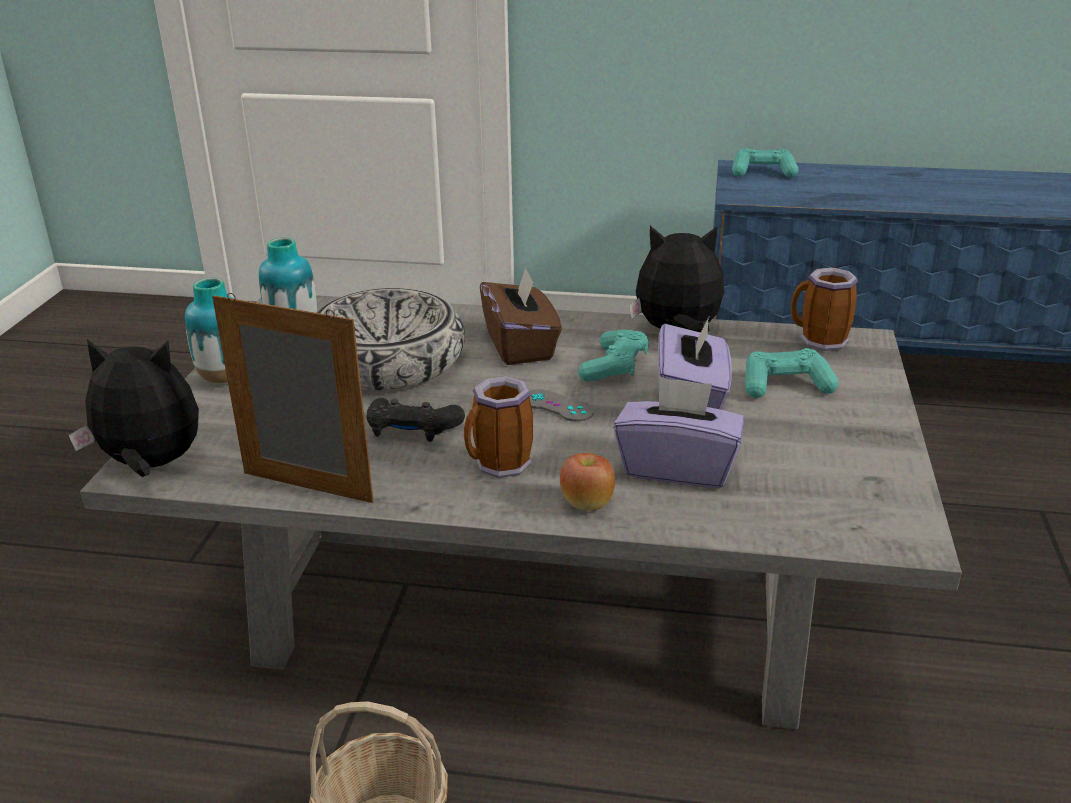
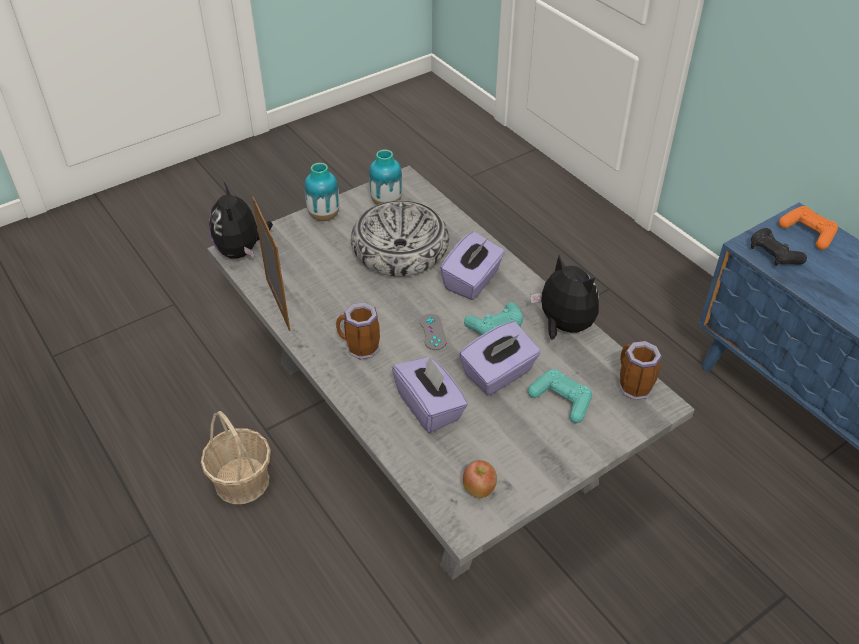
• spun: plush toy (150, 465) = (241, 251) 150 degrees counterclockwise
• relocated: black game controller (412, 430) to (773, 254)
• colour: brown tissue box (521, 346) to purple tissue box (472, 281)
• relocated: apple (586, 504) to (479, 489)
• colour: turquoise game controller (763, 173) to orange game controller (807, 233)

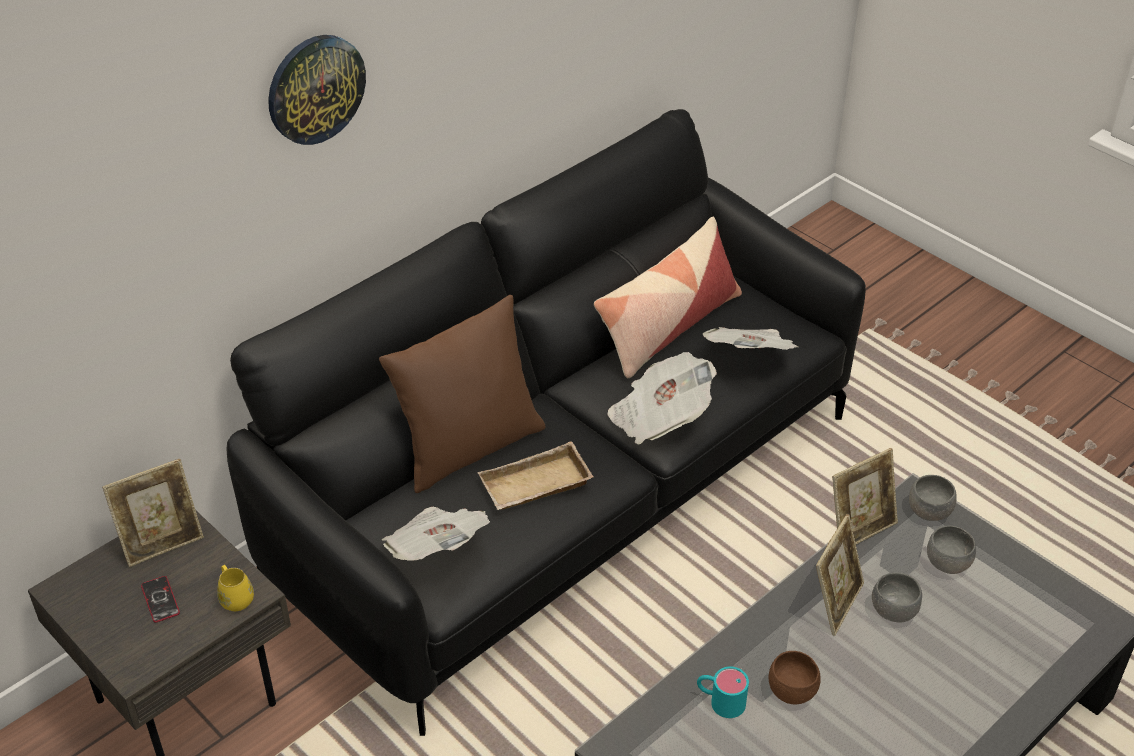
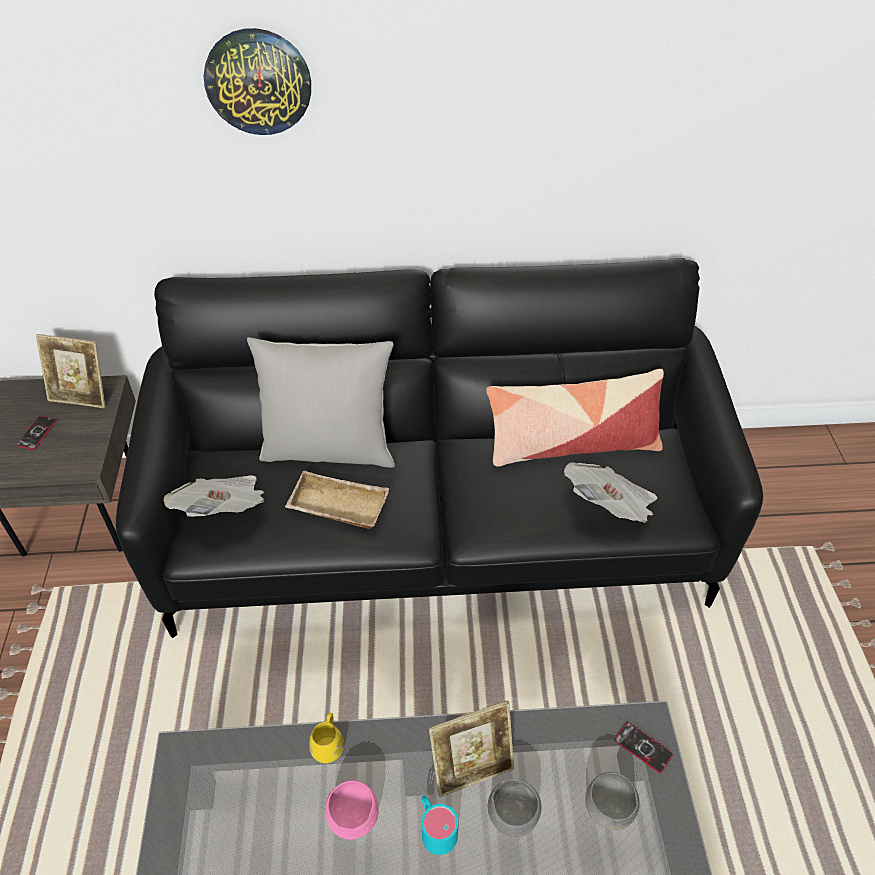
• relocated: yellow mug (235, 597) to (328, 744)
• colour: brown pillow (469, 448) to grey pillow (329, 449)
• missing: newspaper (659, 417)
• relocated: turquoise mug (720, 701) to (435, 828)
• colour: brown bowl (792, 691) to pink bowl (353, 818)
• missing: picture frame (860, 528)
• exchanged: grey bowl (929, 512) to phone (643, 747)

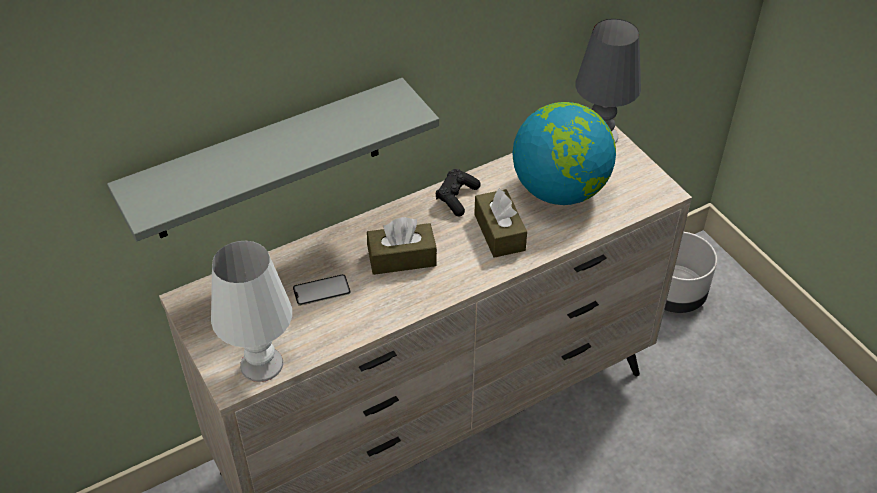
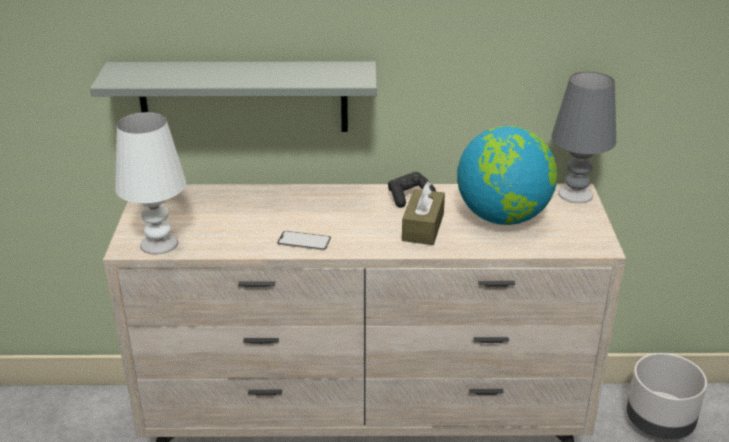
• relocated: phone (321, 290) to (304, 241)
• missing: brown tissue box (402, 258)

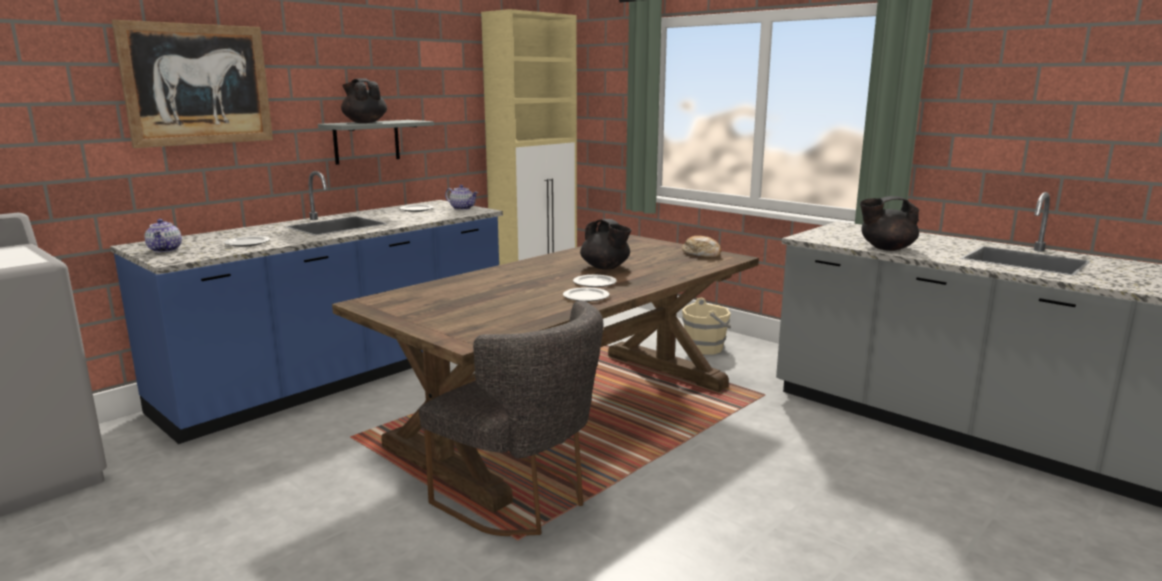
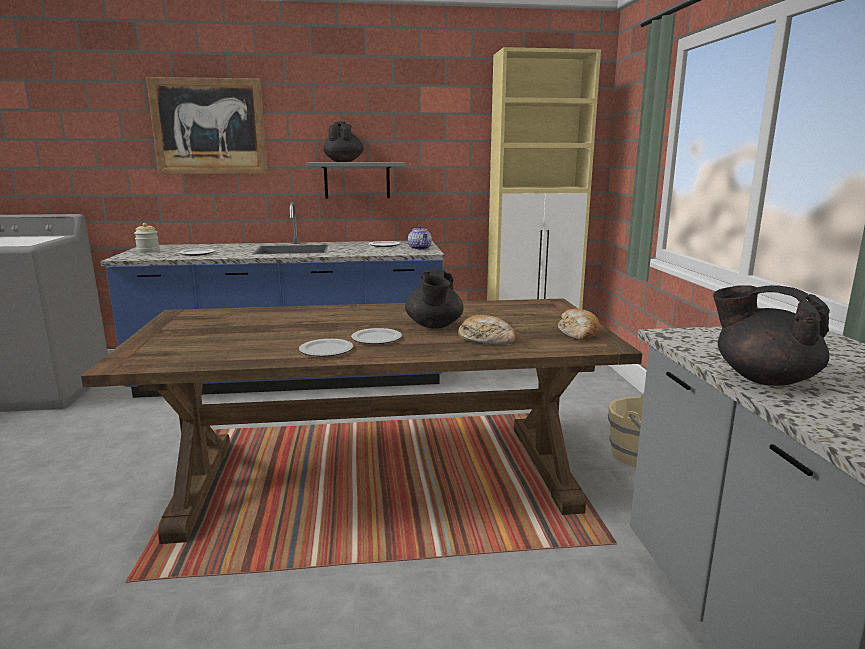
• exchanged: teapot (165, 250) to jar (148, 251)
• missing: grey chair (521, 500)
• appeared: bread (486, 340)

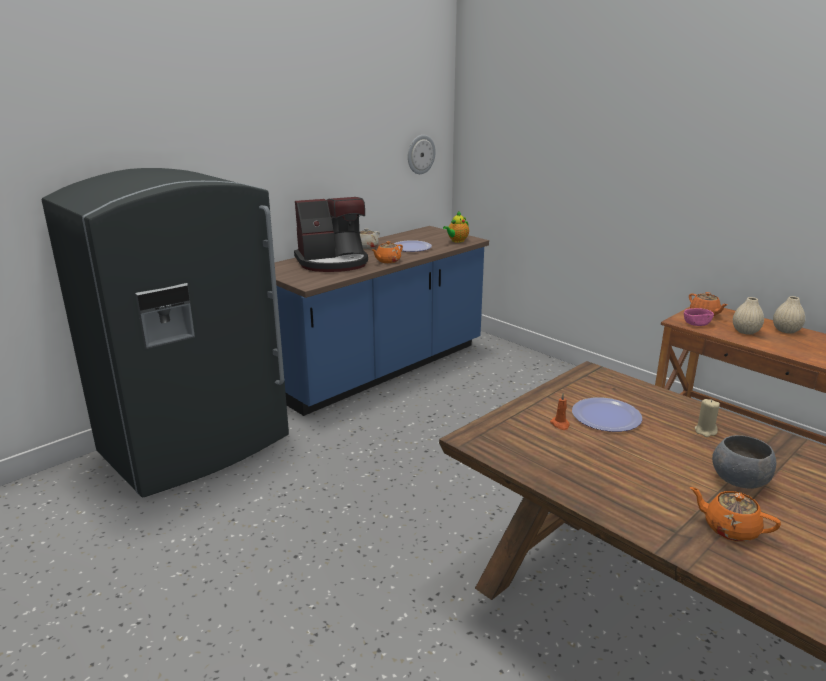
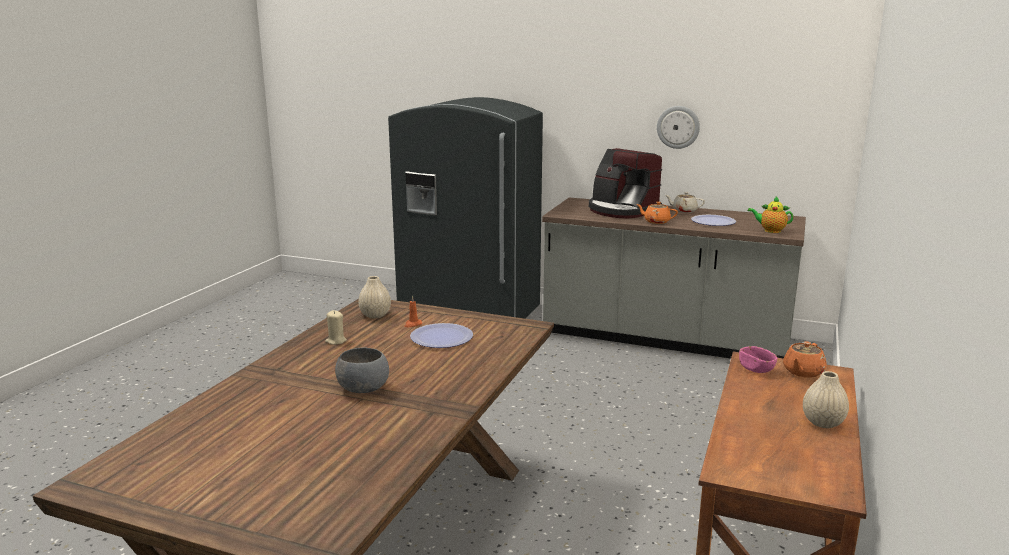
• colour: blue counter (379, 368) to grey counter (665, 338)
• relocated: wall clock (420, 154) to (678, 127)
• missing: orange teapot (729, 529)
• relocated: beige candle (705, 431) to (336, 341)
• relocated: beige vase (745, 331) to (375, 315)

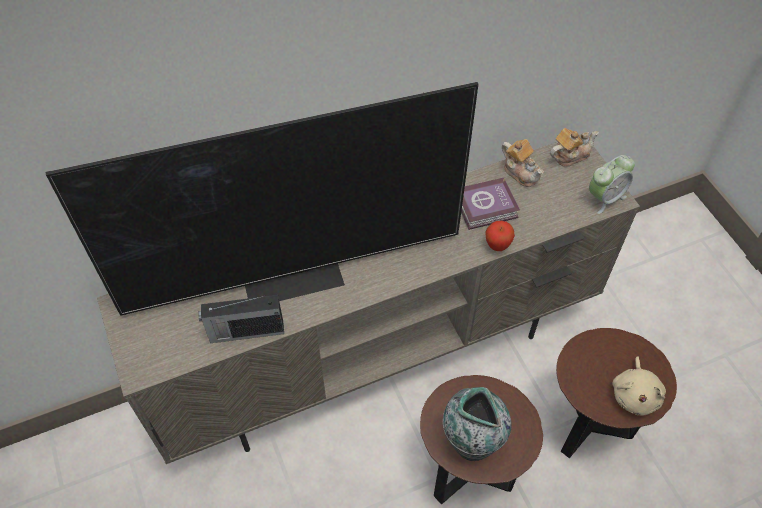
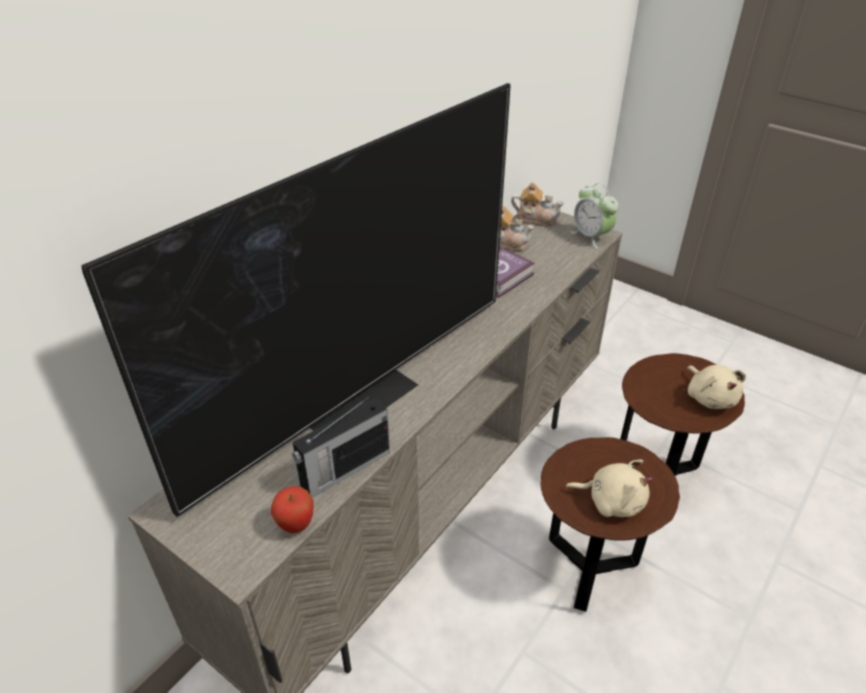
• exchanged: vase (471, 441) to beige plush toy (611, 501)
• relocated: apple (497, 246) to (296, 525)
• spun: teapot (569, 155) = (536, 218) 75 degrees clockwise
• spun: alarm clock (605, 198) = (591, 237) 120 degrees clockwise

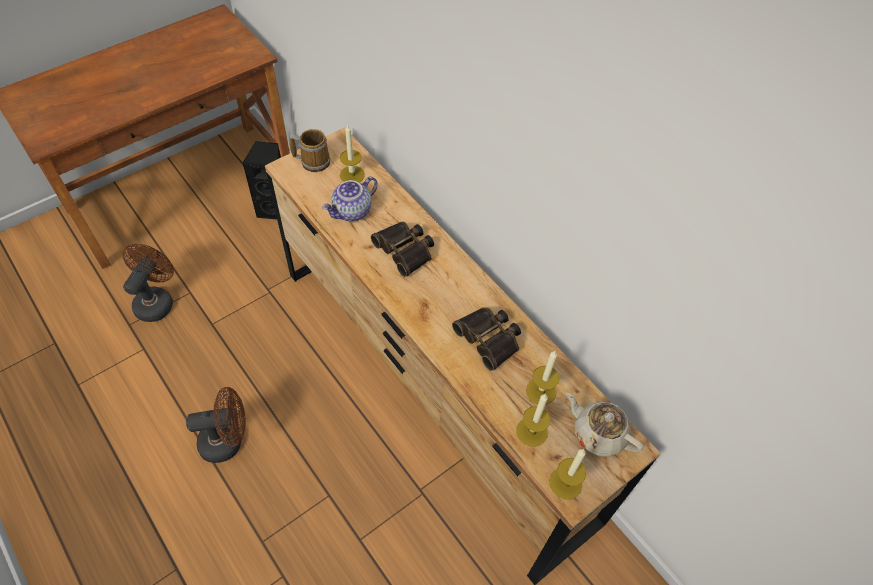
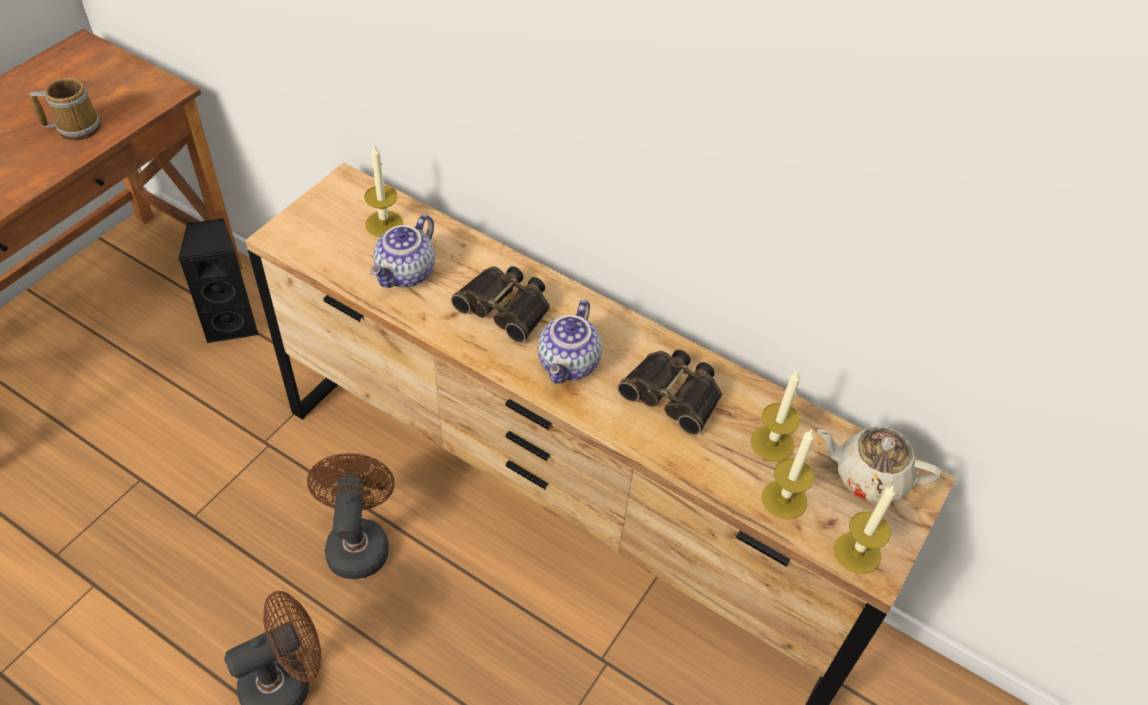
• relocated: brown fan (156, 301) to (358, 541)
• relocated: mug (313, 161) to (76, 127)
• appeared: teapot (570, 364)

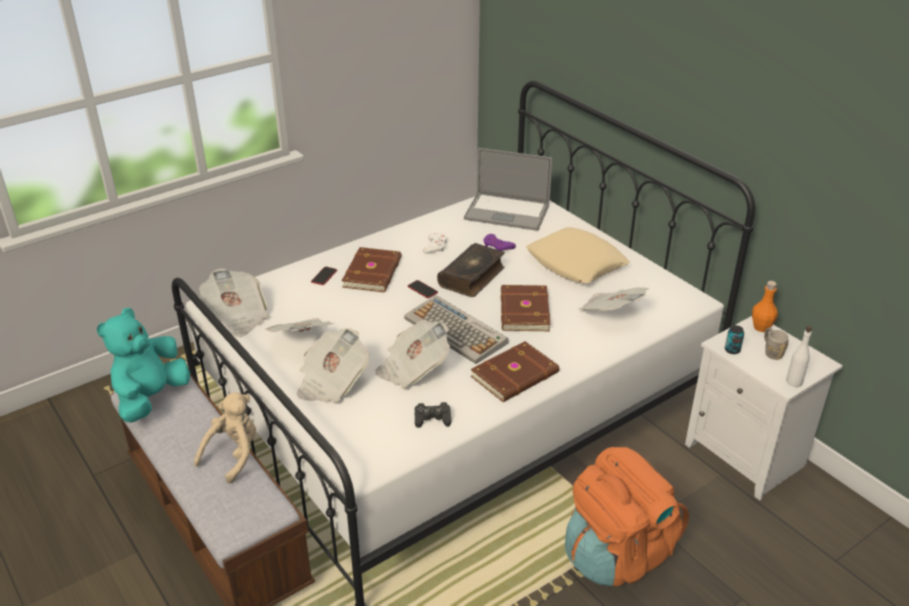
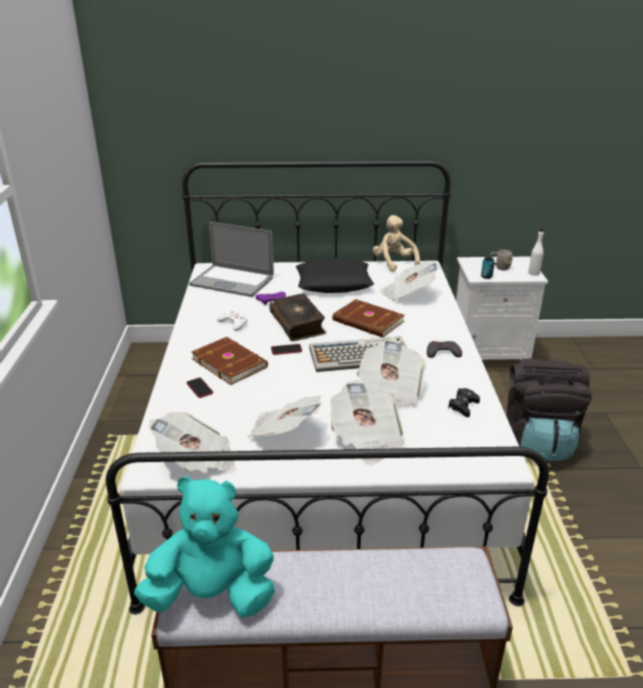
• spun: turquoise plush toy (151, 398) = (212, 595) 120 degrees clockwise
• relocated: beige plush toy (233, 455) to (394, 263)
• spun: laptop (506, 212) = (232, 281) 60 degrees clockwise
• exchanged: brown book (516, 375) to grey game controller (442, 352)
• colour: beige pillow (576, 263) to black pillow (334, 283)
• colour: orange backpack (617, 554) to black backpack (538, 441)
• missing: orange bottle (761, 327)

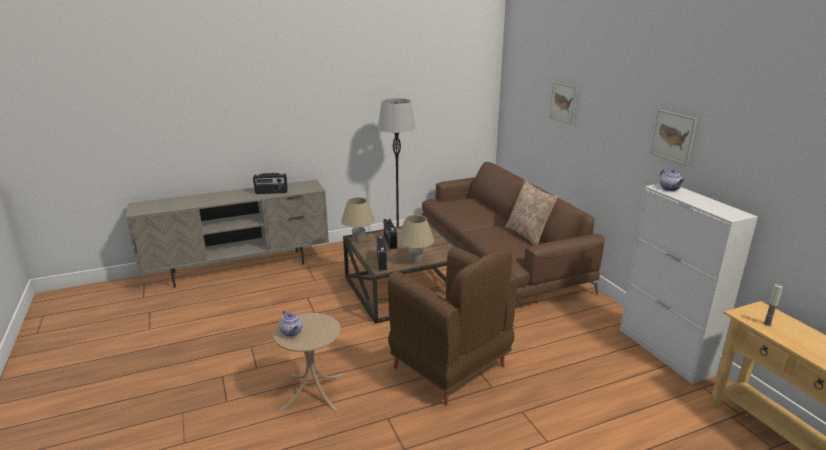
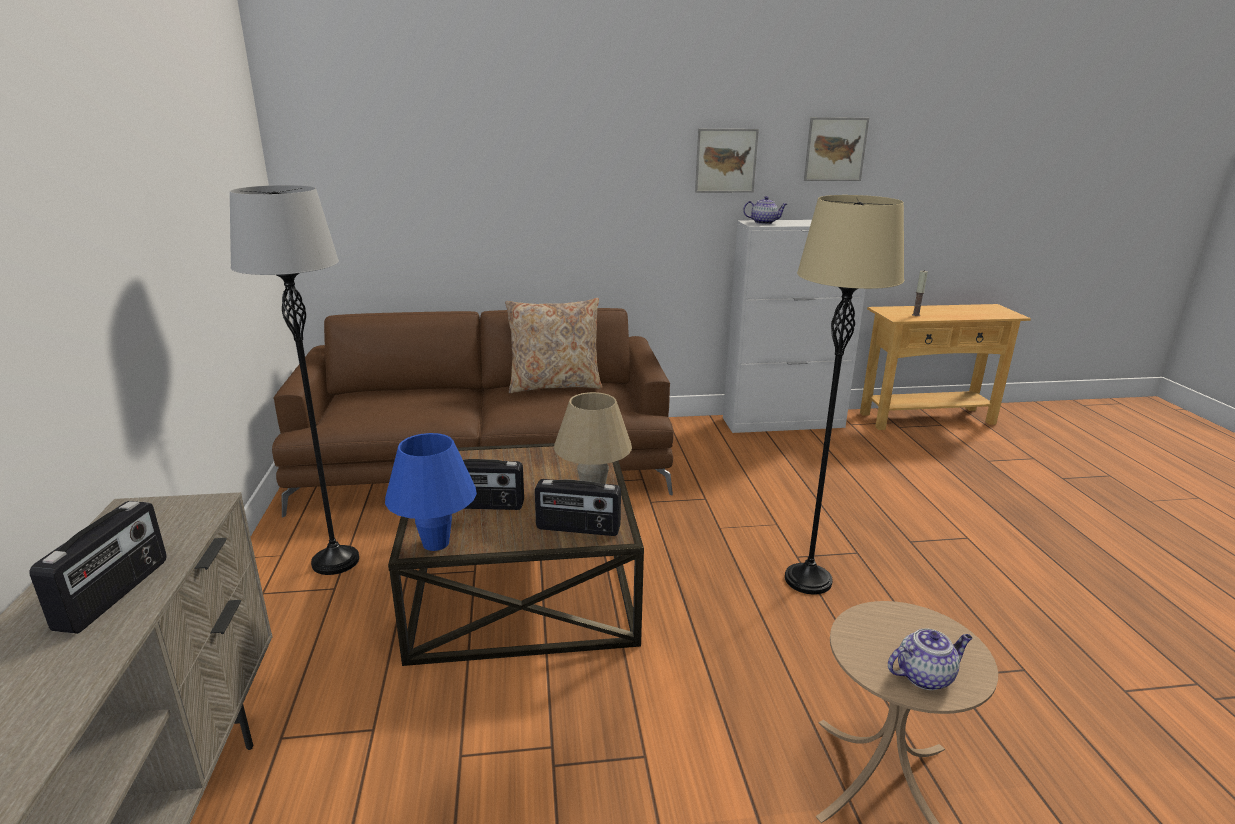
• colour: beige table lamp (358, 240) to blue table lamp (435, 543)
• exchanged: brown armchair (451, 368) to beige floor lamp (808, 580)
• relocated: picture (563, 102) to (835, 149)

